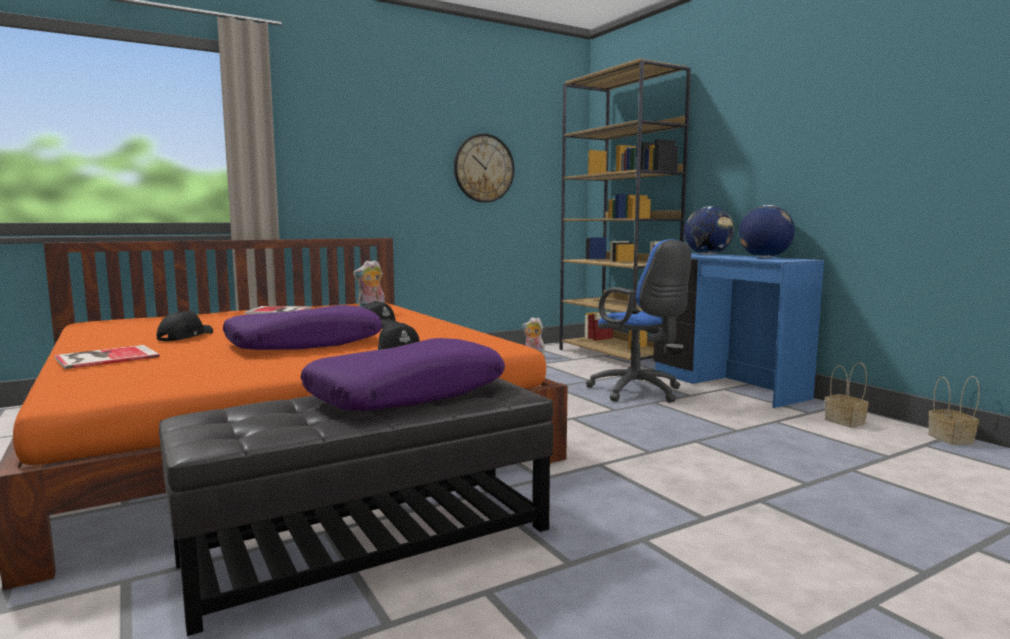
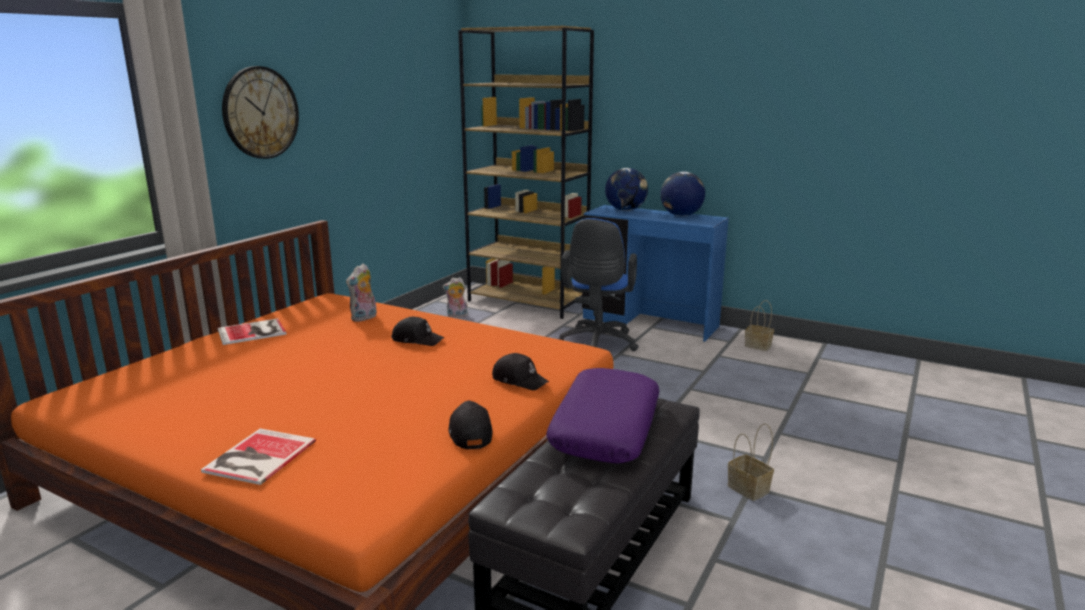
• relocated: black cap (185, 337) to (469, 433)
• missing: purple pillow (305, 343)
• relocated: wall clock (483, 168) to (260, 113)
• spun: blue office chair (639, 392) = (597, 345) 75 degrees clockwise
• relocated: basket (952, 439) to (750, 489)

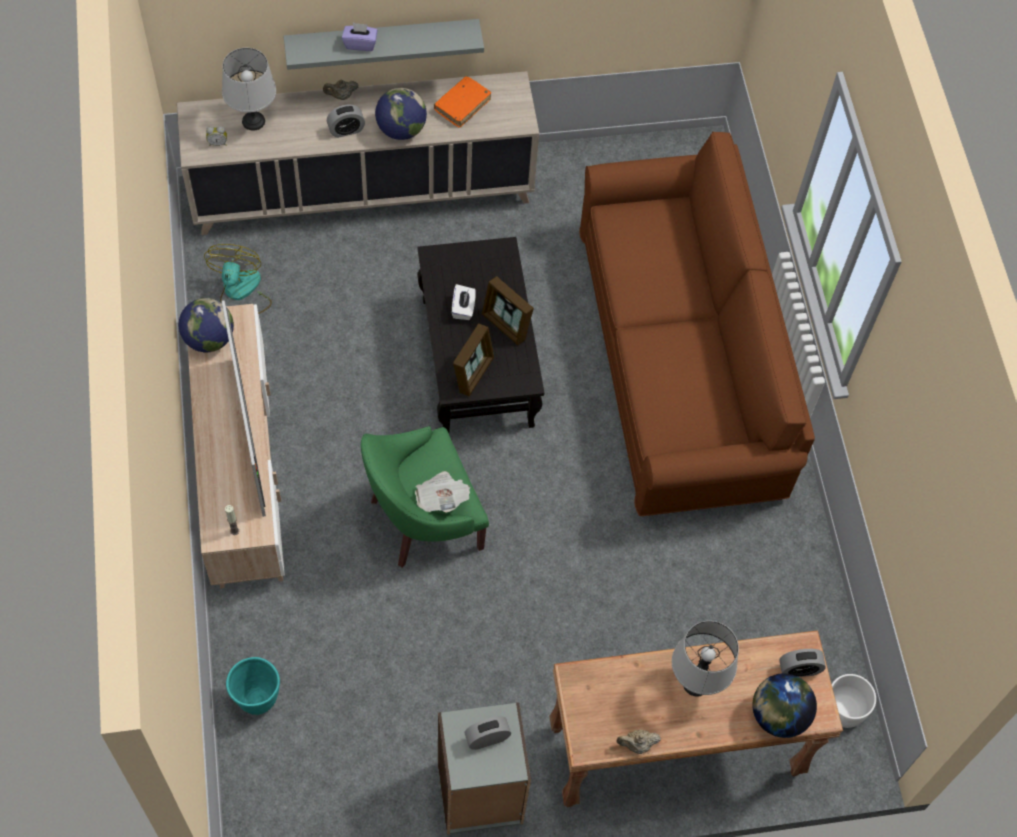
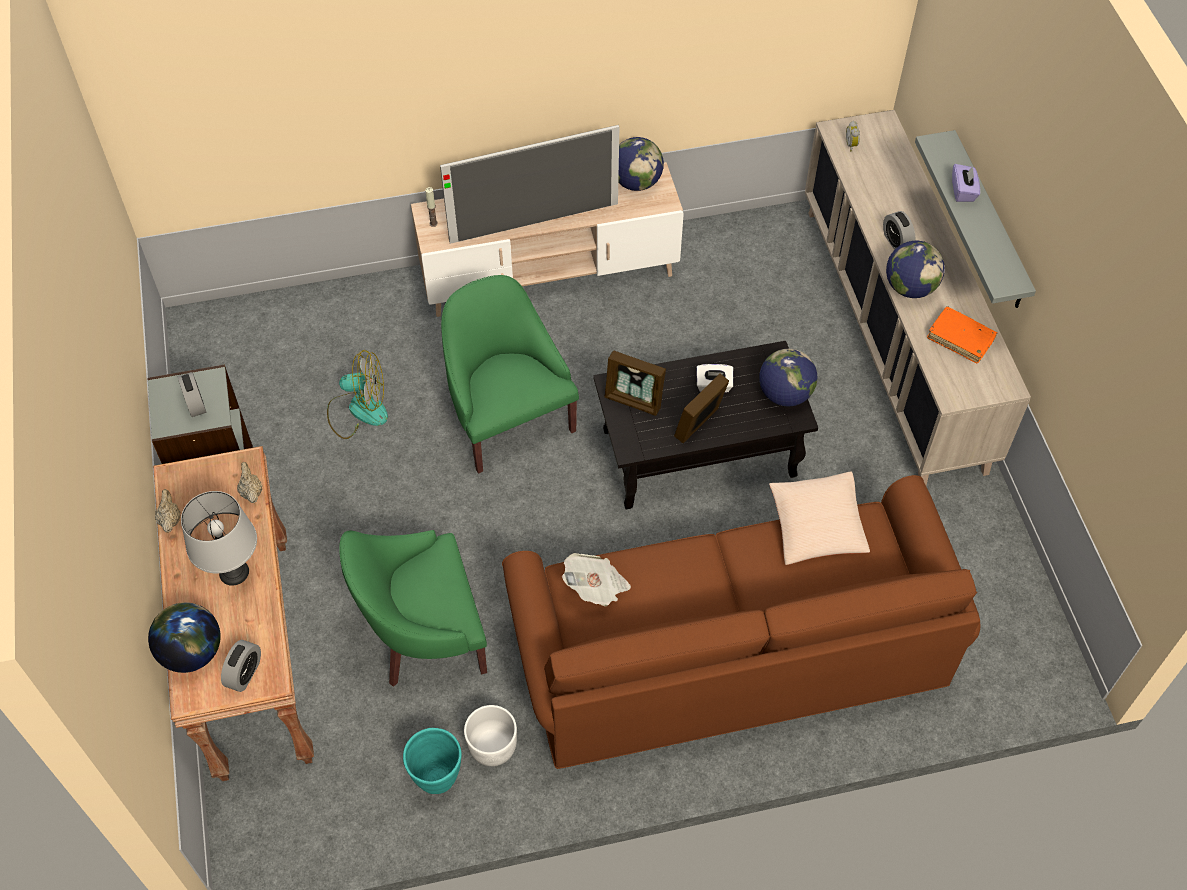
• relocated: fan (240, 293) to (358, 410)
• missing: grey table lamp (253, 121)
• relocated: turquoise planter (257, 700) to (437, 777)
• relocated: beige teapot (341, 96) to (251, 492)
• relocated: newspaper (442, 498) to (596, 587)
• spun: alarm clock (799, 669) = (244, 673) 150 degrees counterclockwise
• relocated: white planter (844, 709) to (492, 747)
• appeared: green armchair (424, 634)
• appeared: globe (785, 394)
• appeared: beige pillow (816, 526)

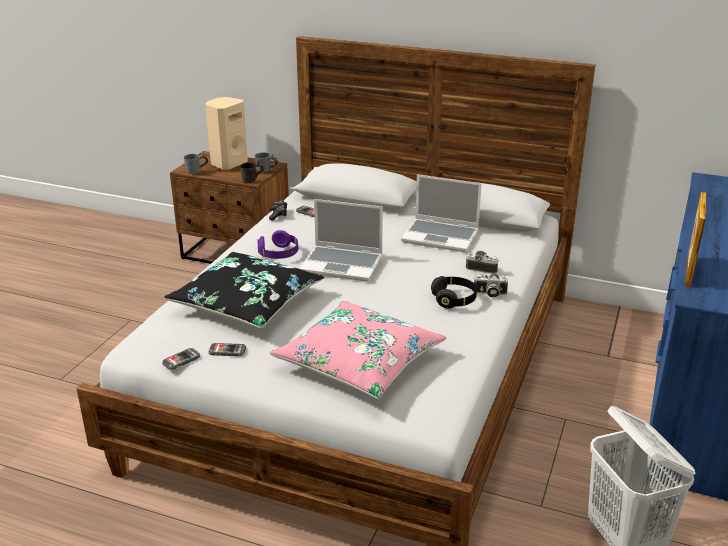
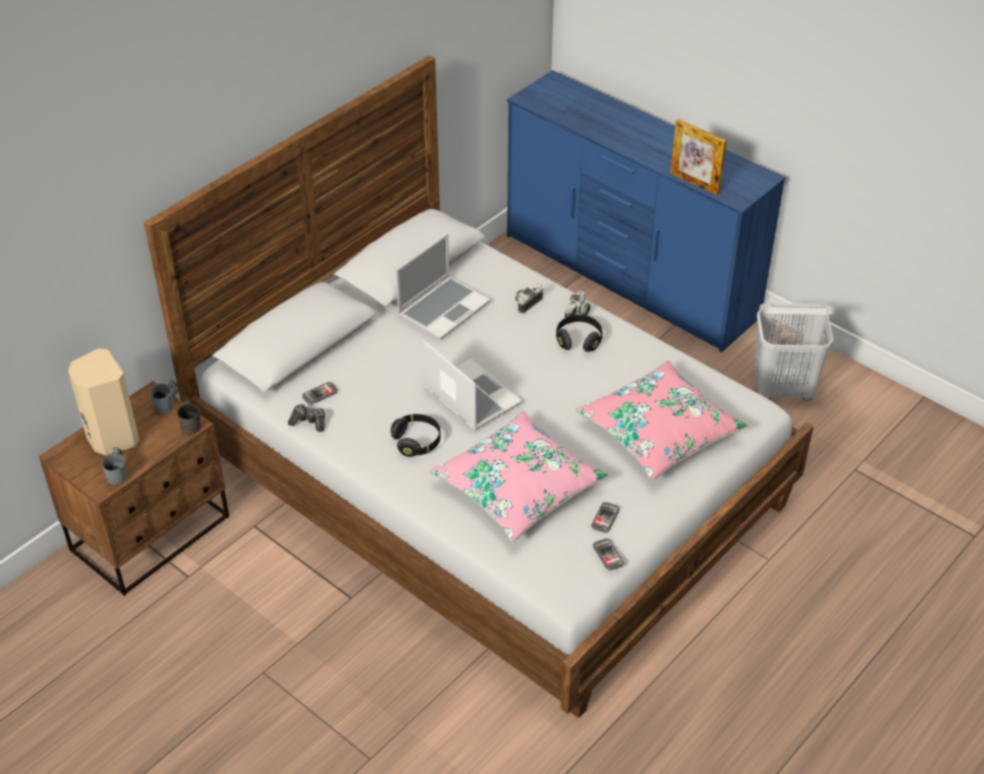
• colour: black pillow (247, 302) to pink pillow (518, 487)
• colour: purple headphones (278, 254) to black headphones (417, 442)
• spun: laptop (343, 264) = (470, 397) 75 degrees counterclockwise

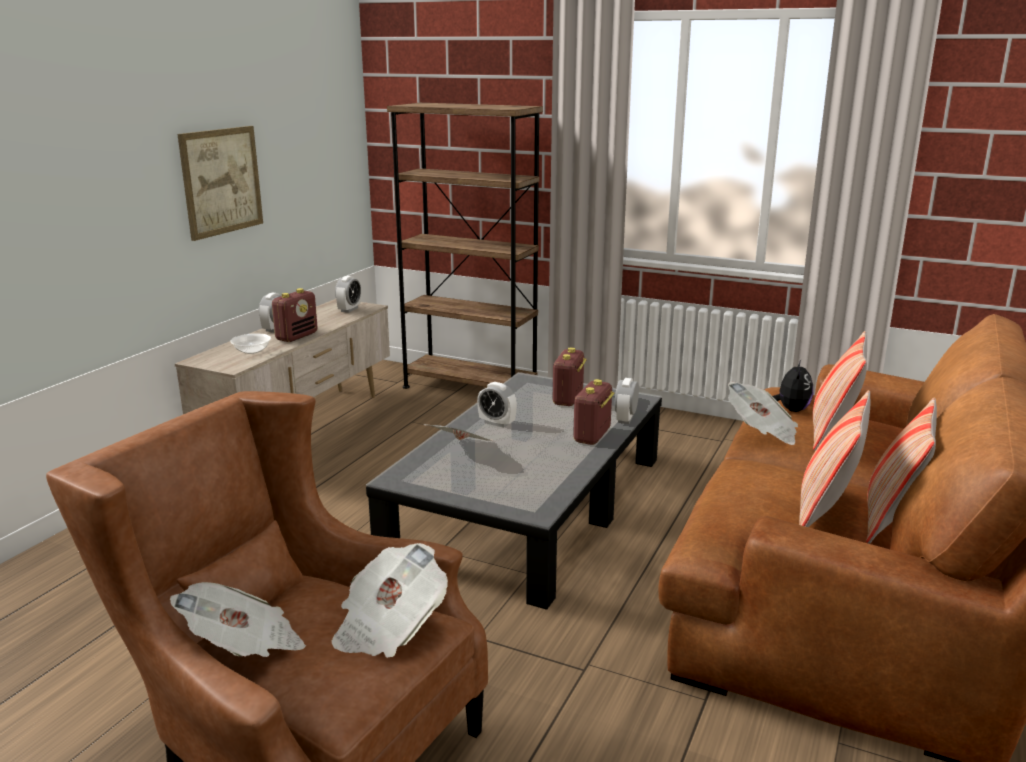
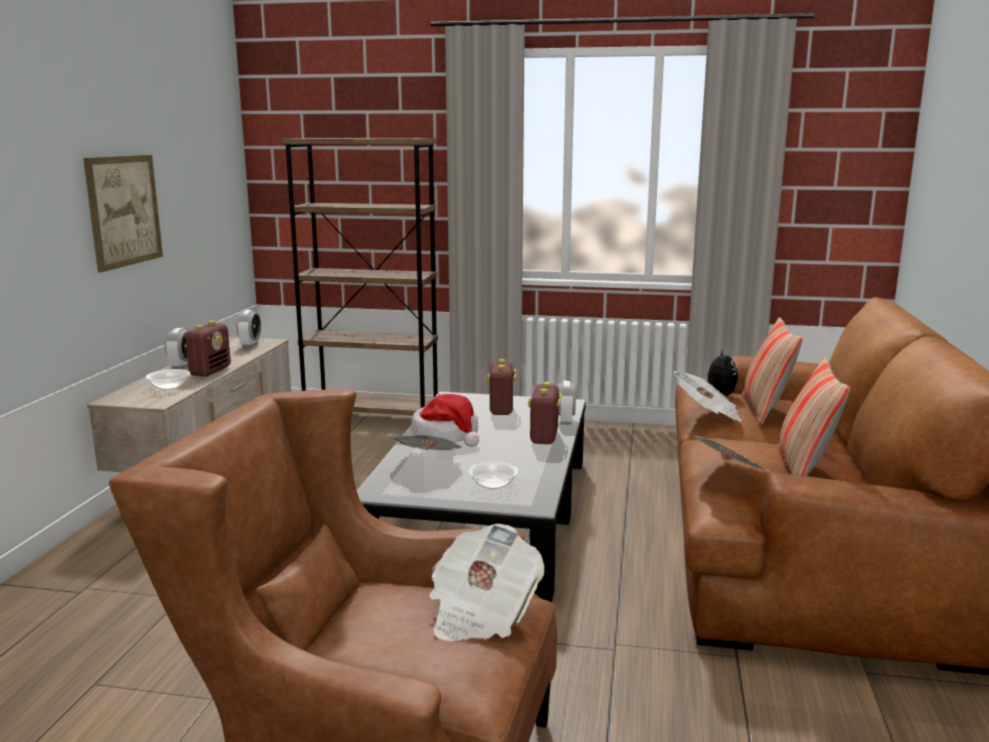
• relocated: newspaper (244, 647) to (728, 475)
• exchanged: alarm clock (497, 423) to hat (447, 435)
• missing: pillow (891, 519)
• appeared: bowl (493, 485)

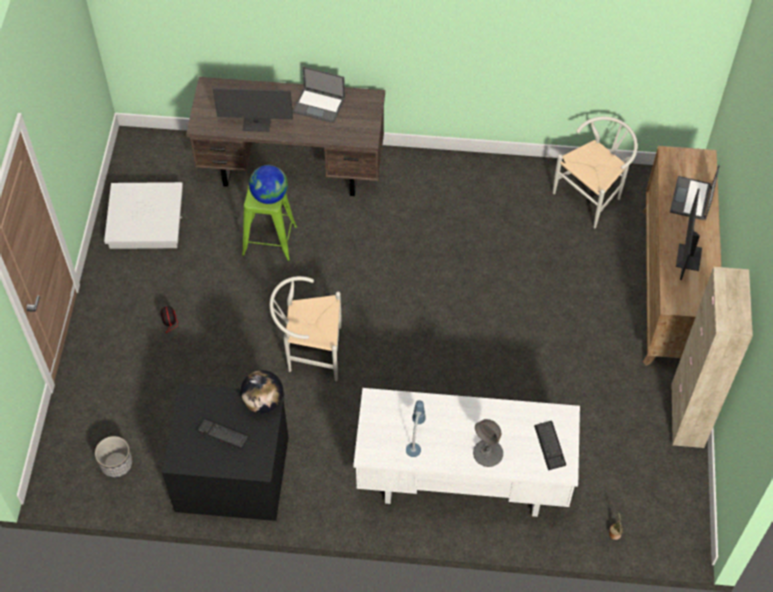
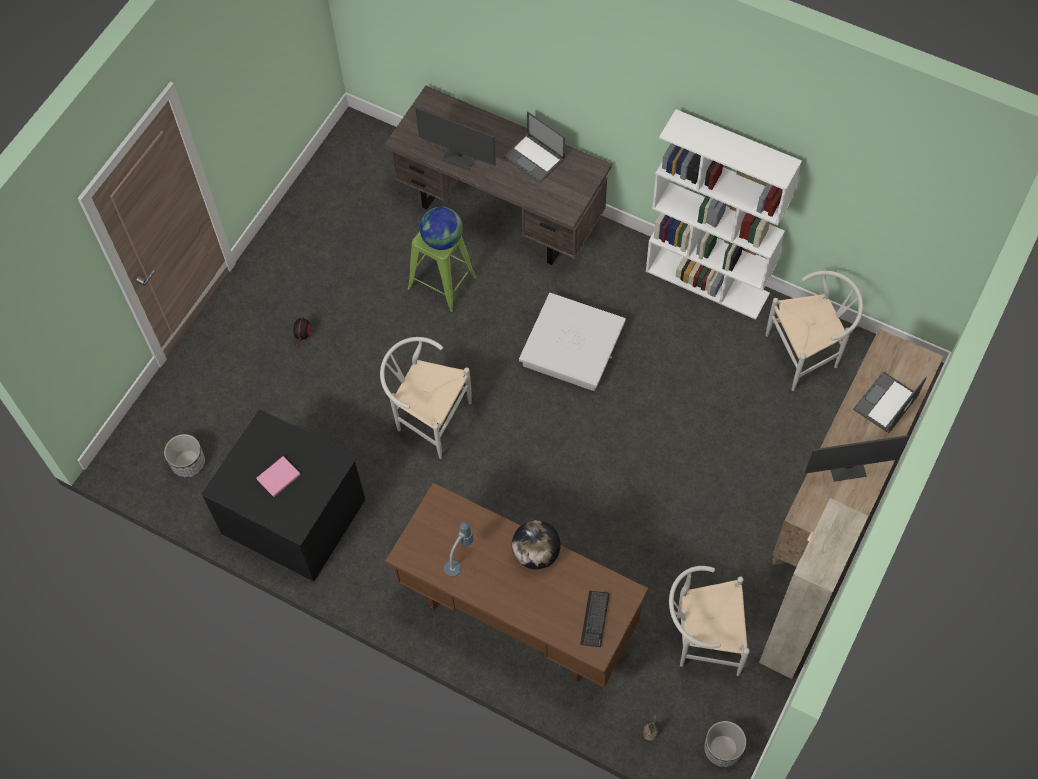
• relocated: white storage box (146, 221) to (572, 347)
• exchanged: keyboard (223, 433) to pink book (277, 477)
• relocated: globe (263, 402) to (536, 553)
• colour: white desk (461, 482) to brown desk (516, 615)
• missing: grey table lamp (488, 453)
• spun: monitor (687, 257) = (847, 468) 135 degrees counterclockwise
• appeared: white bookcase (708, 282)
• appeared: white chair (701, 640)
• appeared: planter (722, 749)

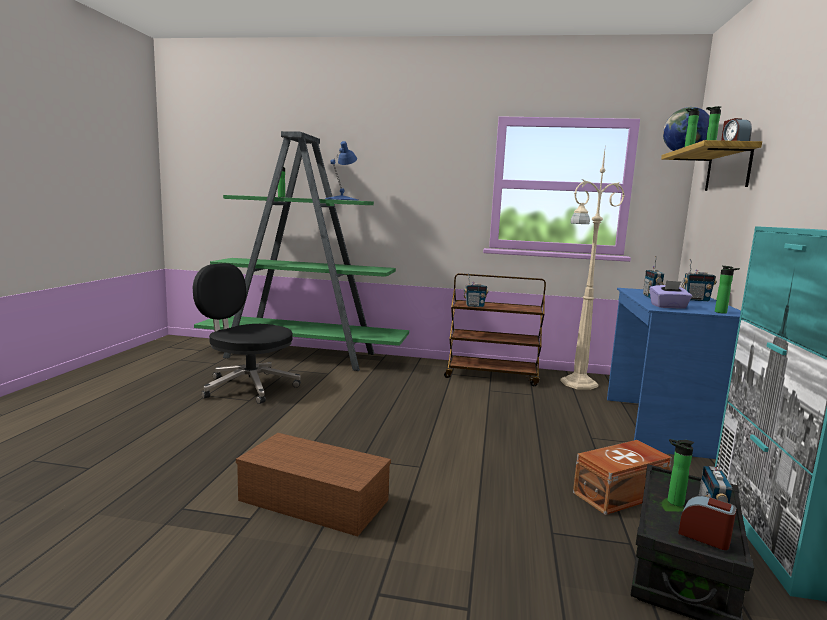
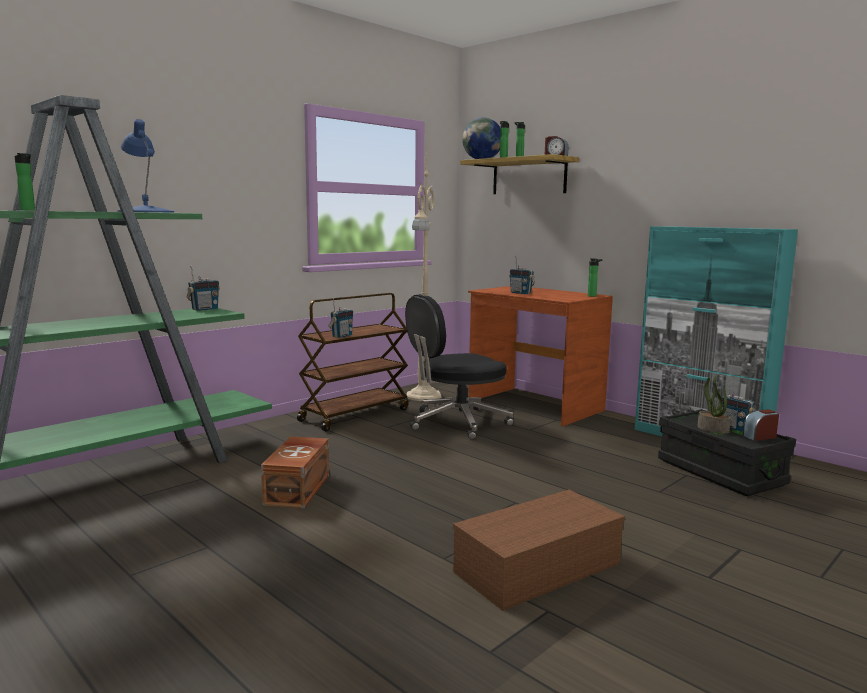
• relocated: black office chair (248, 387) to (457, 423)
• relocated: brown storage box (621, 494) to (299, 489)
• colour: blue desk (659, 426) to brown desk (534, 405)
• missing: purple tissue box (668, 306)
• exchanged: bottle (673, 502) to potted plant (712, 429)
• relocated: radio (696, 300) to (204, 309)

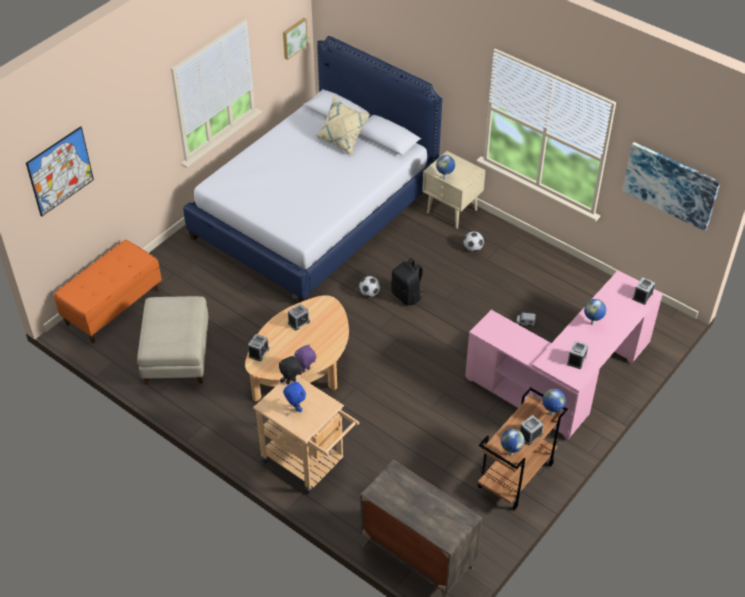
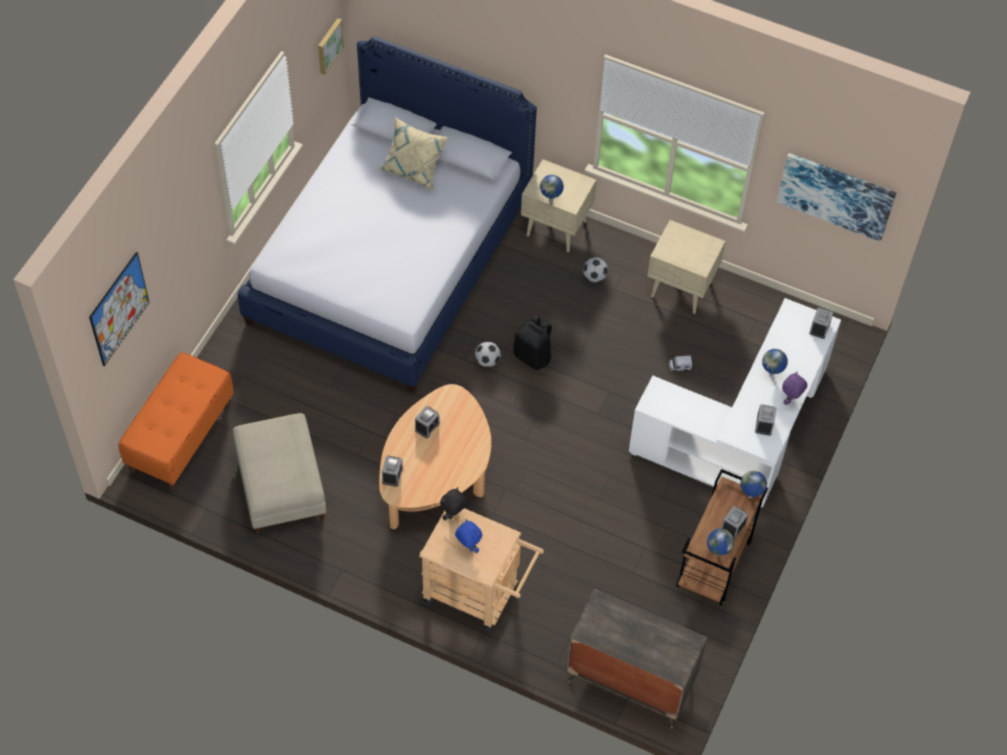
• relocated: purple plush toy (306, 370) to (790, 400)
• colour: pink desk (566, 380) to white desk (742, 434)
• appeared: beige nightstand (682, 289)

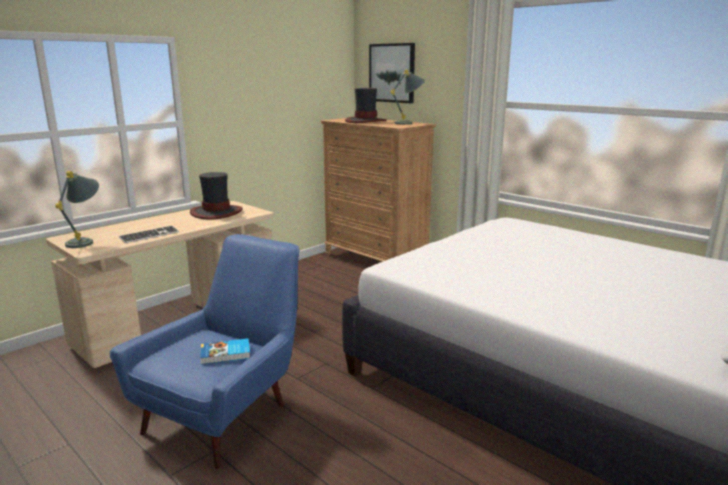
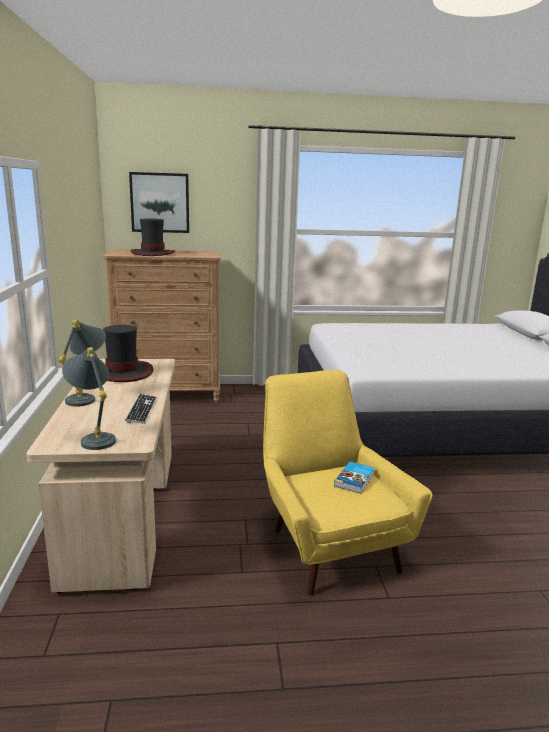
• colour: blue armchair (227, 412) to yellow armchair (326, 543)
• relocated: grey table lamp (409, 123) to (87, 397)

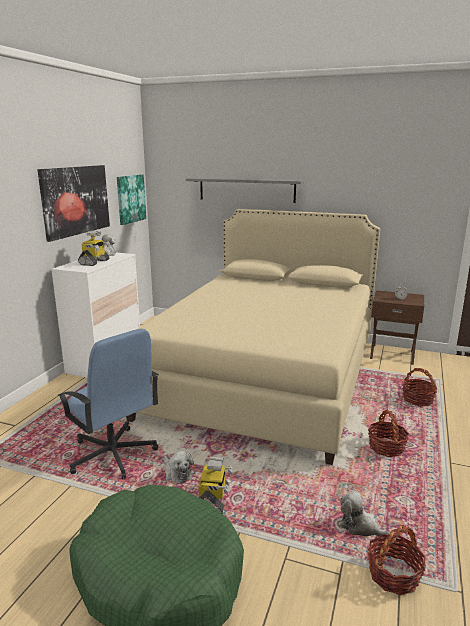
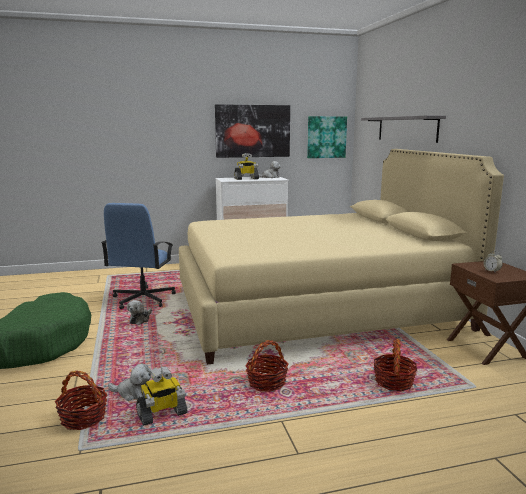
• relocated: toy robot (213, 500) to (162, 414)
• spun: plush toy (360, 527) = (133, 393) 105 degrees clockwise

